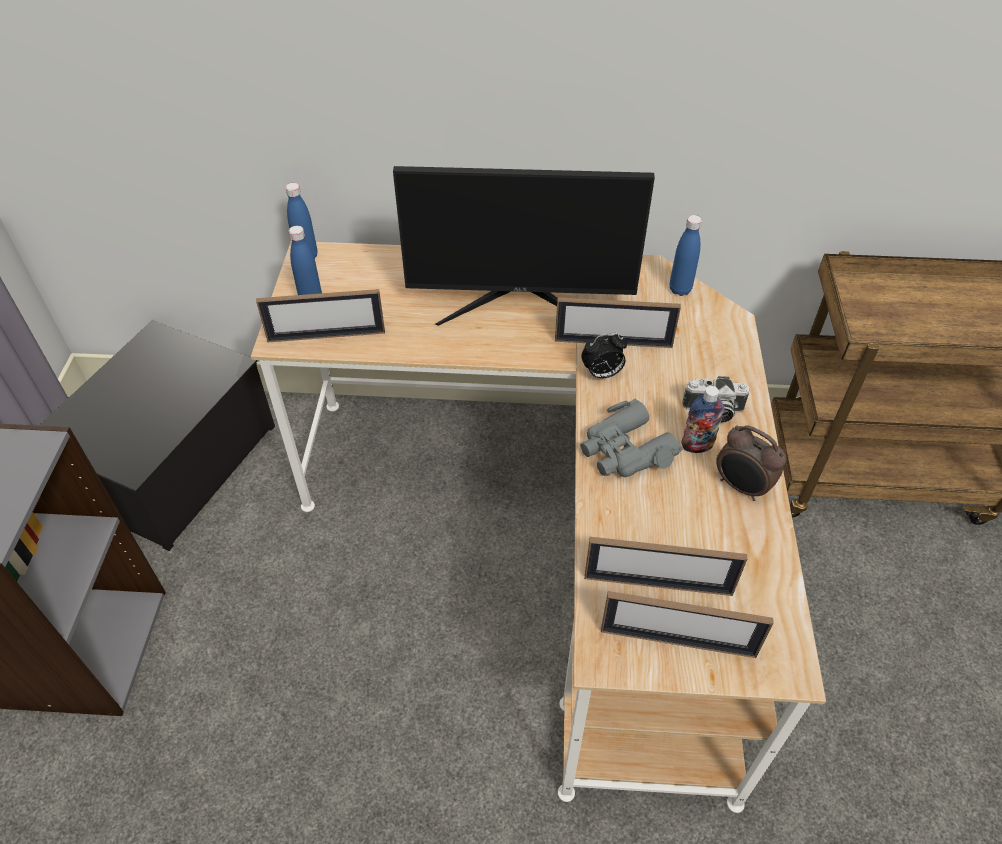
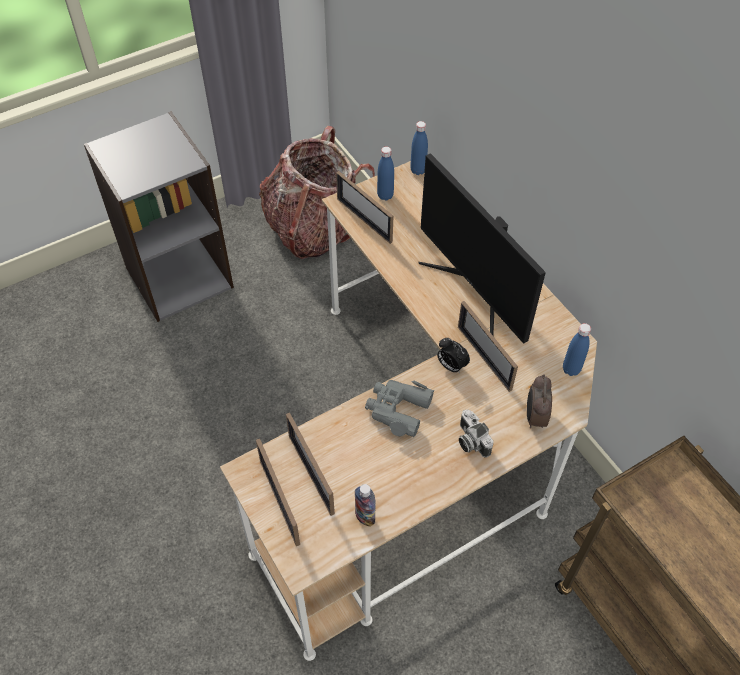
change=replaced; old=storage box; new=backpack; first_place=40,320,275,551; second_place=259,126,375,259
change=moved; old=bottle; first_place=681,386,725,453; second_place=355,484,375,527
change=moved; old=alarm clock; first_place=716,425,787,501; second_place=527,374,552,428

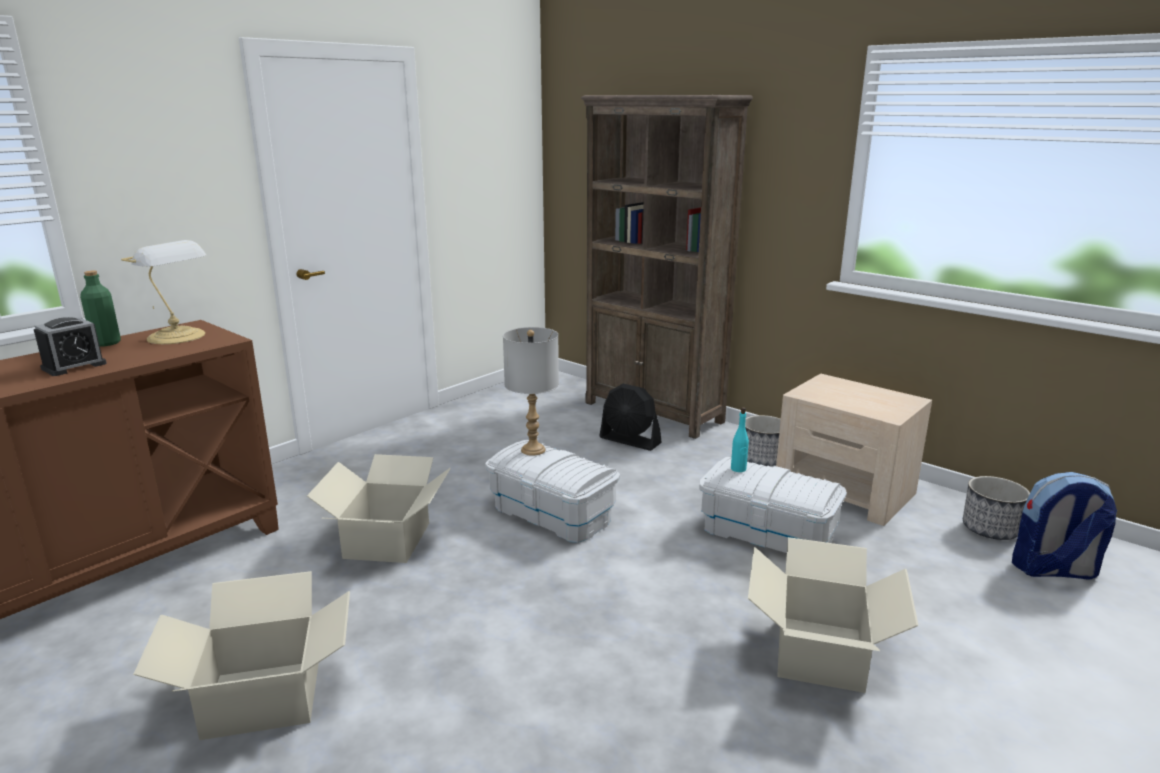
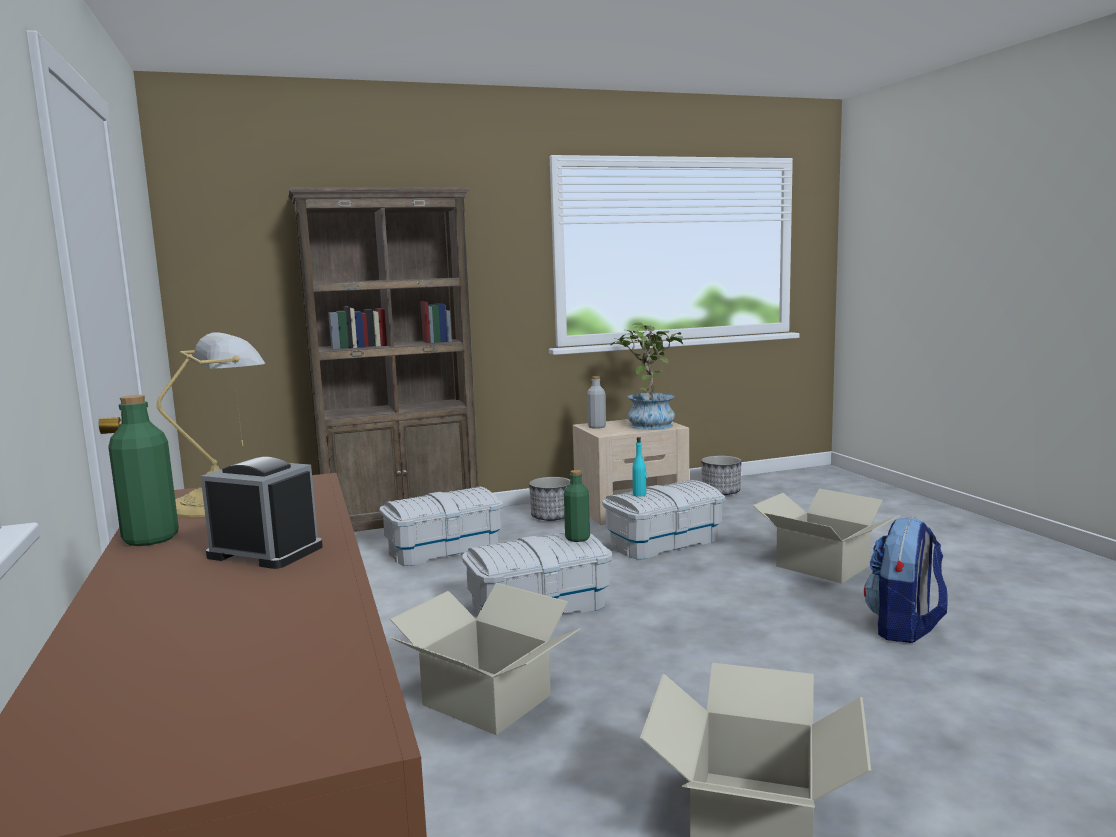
change=turned; old=alarm clock; first_place=34,317,107,376; second_place=201,457,323,569; degrees=-45
change=replaced; old=black fan; new=white storage box; first_place=599,384,662,451; second_place=379,487,503,566
change=added; new=green bottle; second_place=564,470,590,542
change=added; new=grey bottle; second_place=587,376,606,429
change=added; new=potted plant; second_place=610,322,683,430
change=moved; old=backpack; first_place=1012,472,1117,580; second_place=864,517,948,643
change=removed; old=grey table lamp; first_place=503,327,559,456

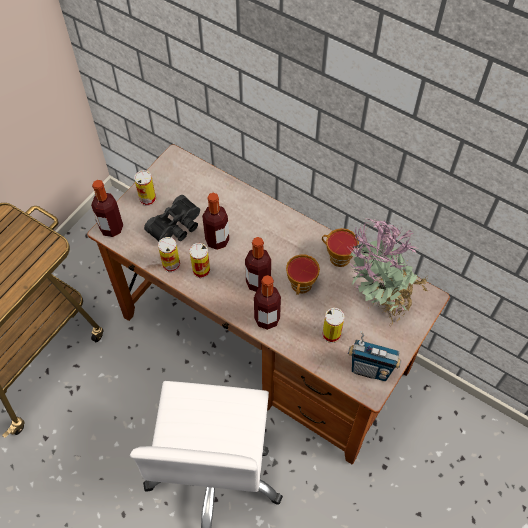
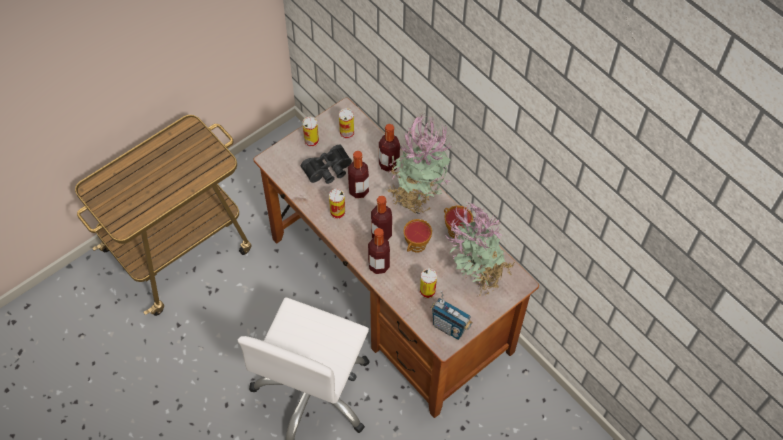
change=moved; old=can; first_place=158,237,180,272; second_place=339,108,354,139
change=moved; old=bottle; first_place=91,180,123,237; second_place=379,124,400,172
change=added; new=potted plant; second_place=386,112,452,215

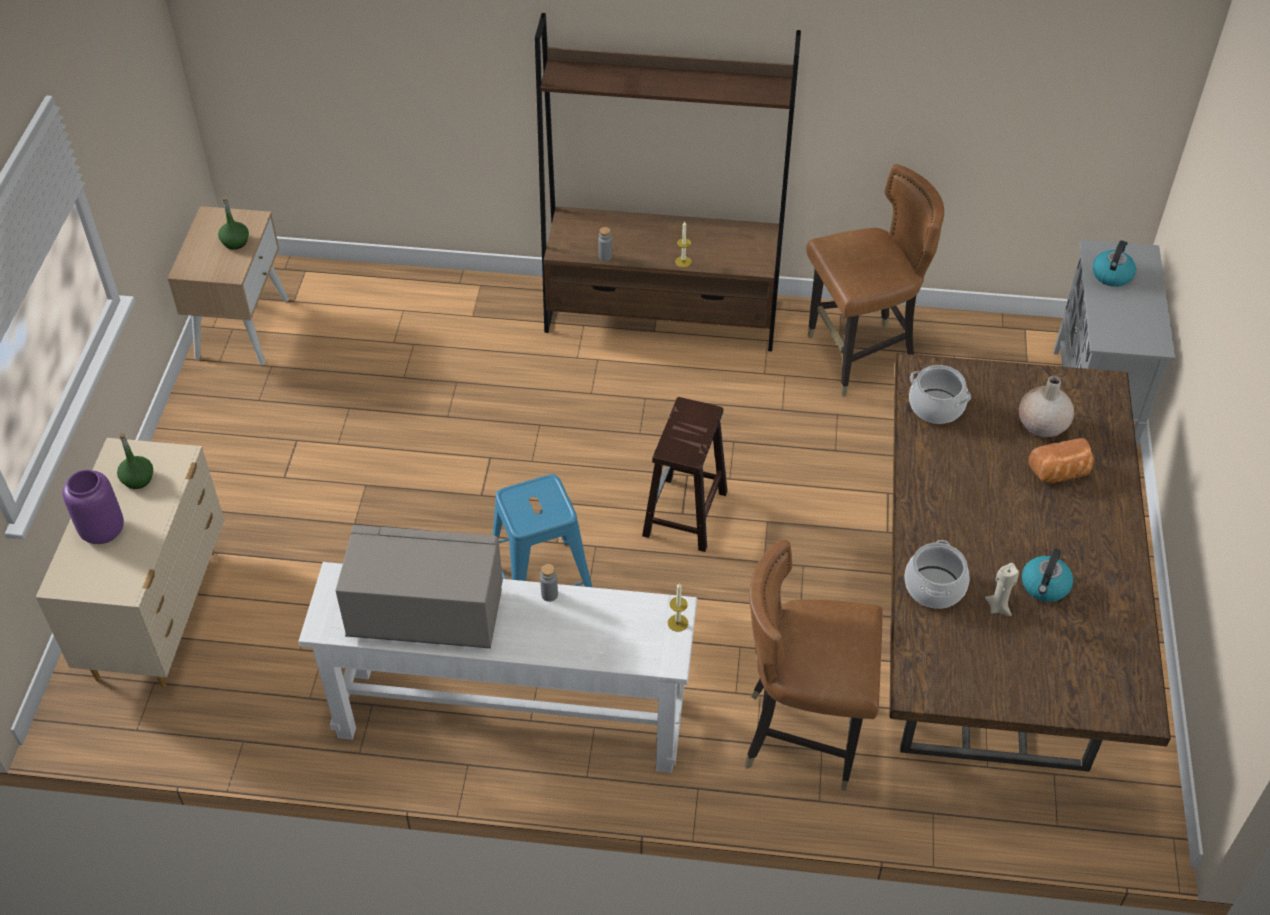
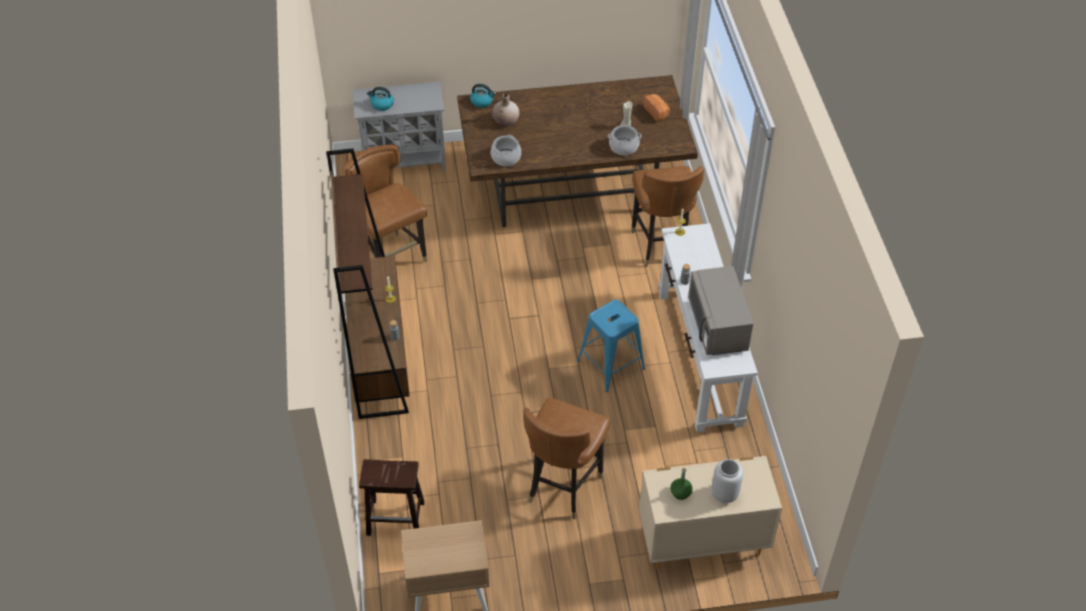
change=moved; old=brown stool; first_place=642,397,727,552; second_place=359,459,425,536
change=moved; old=kettle; first_place=1022,548,1073,602; second_place=470,84,496,108
change=added; new=brown chair; second_place=523,397,610,519
change=moved; old=bread; first_place=1028,438,1094,484; second_place=643,94,670,121
change=recoloured; old=purple vase; new=grey vase; first_place=62,470,124,544; second_place=711,459,743,503
change=removed; old=green bottle; first_place=218,196,249,249

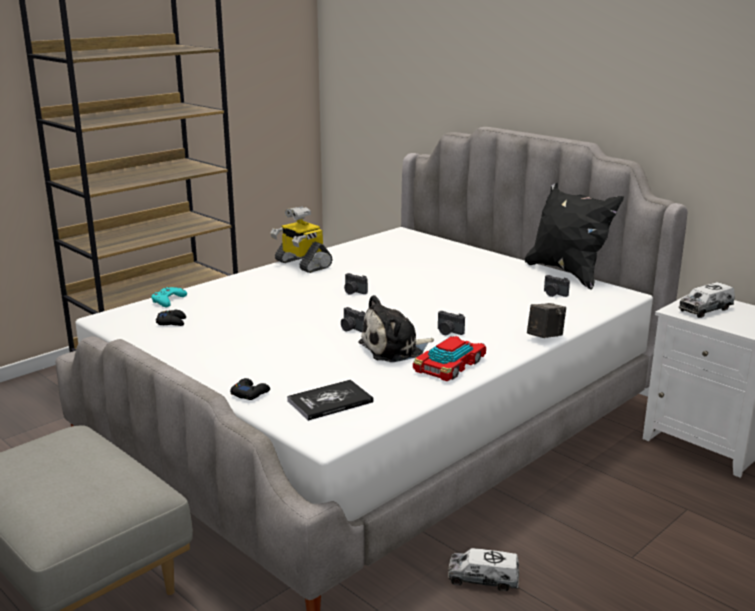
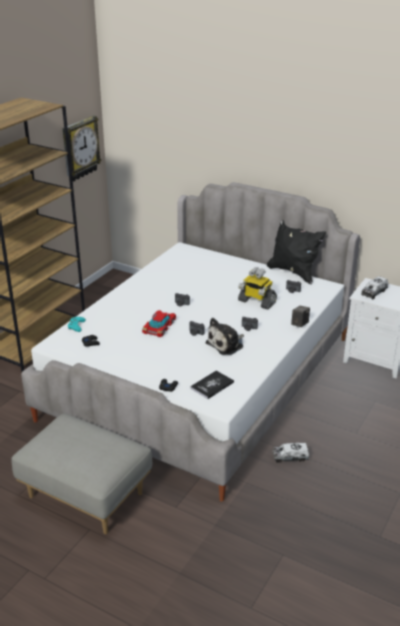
change=added; new=wall clock; second_place=63,115,102,181
change=moved; old=toy car; first_place=413,336,486,382; second_place=142,310,176,337
change=moved; old=toy robot; first_place=270,206,332,273; second_place=238,267,277,310

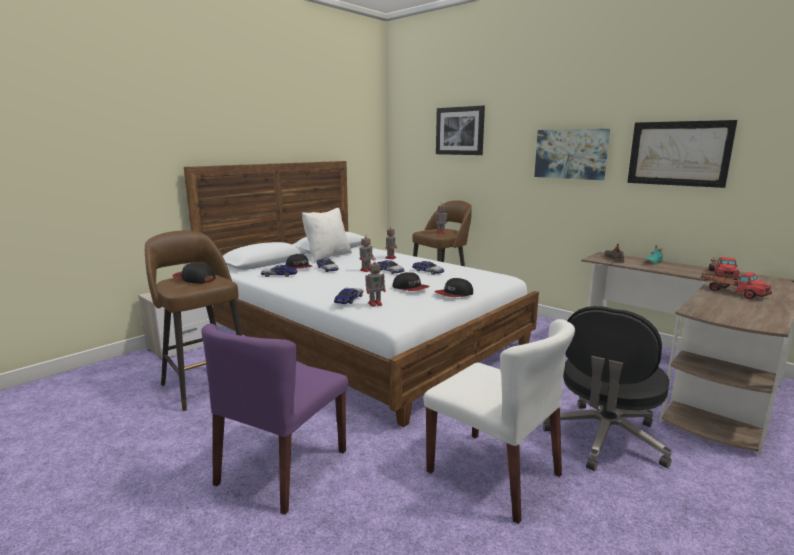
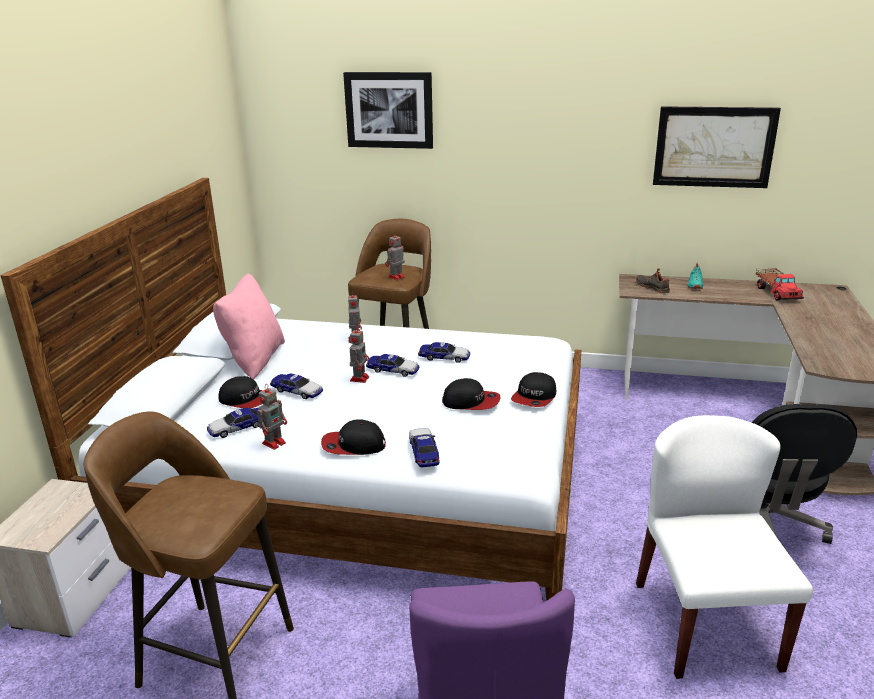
change=recoloured; old=white pillow; new=pink pillow; first_place=302,208,352,262; second_place=213,274,285,379
change=moved; old=toy robot; first_place=365,259,386,307; second_place=257,384,287,450
change=moved; old=cap; first_place=172,262,216,284; second_place=321,419,386,455
change=turned; old=white chair; first_place=424,319,575,524; second_place=636,415,813,679; degrees=-105
change=removed; old=picture; first_place=534,129,610,180
change=removed; old=toy truck; first_place=700,271,772,299

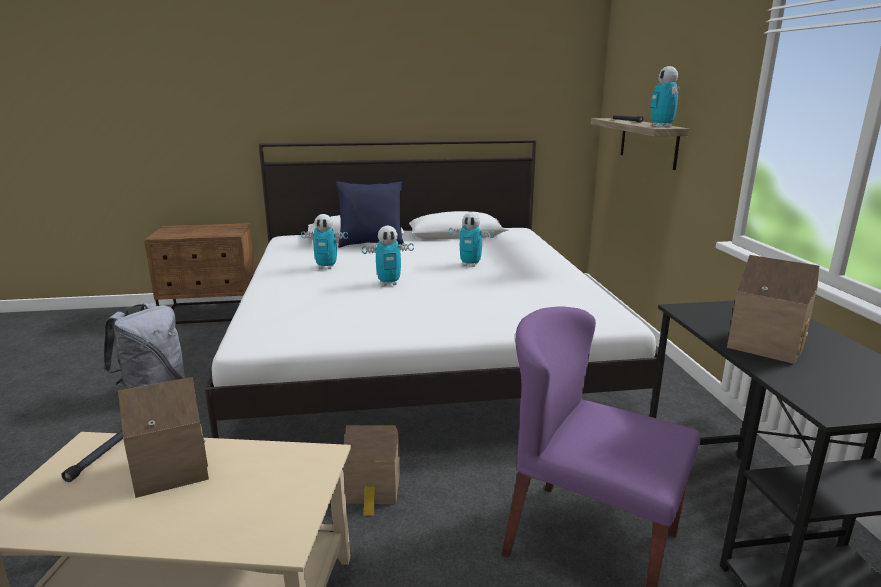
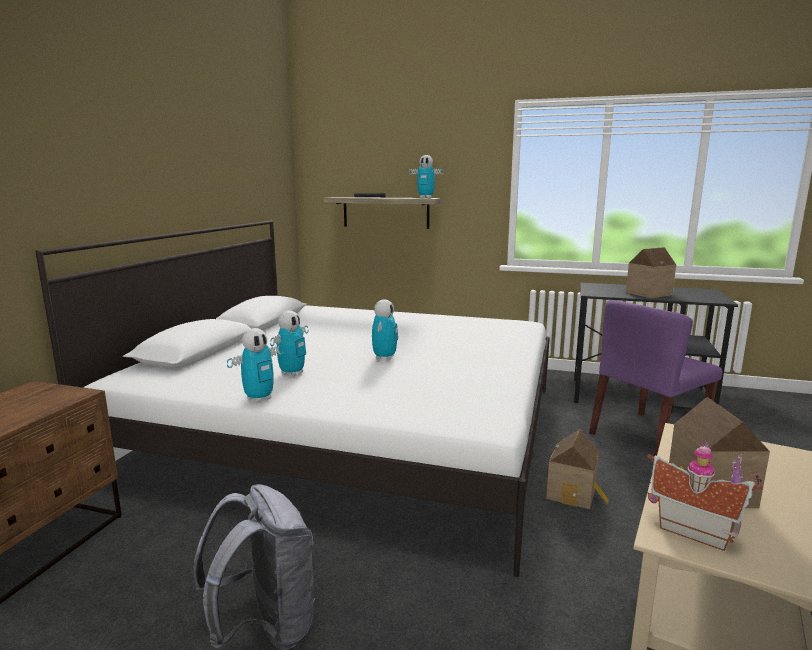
change=moved; old=toy robot; first_place=449,212,494,267; second_place=227,328,284,403
change=replaced; old=black flashlight; new=toy house; first_place=62,430,123,482; second_place=647,440,763,551
change=removed; old=blue pillow; first_place=336,181,405,248

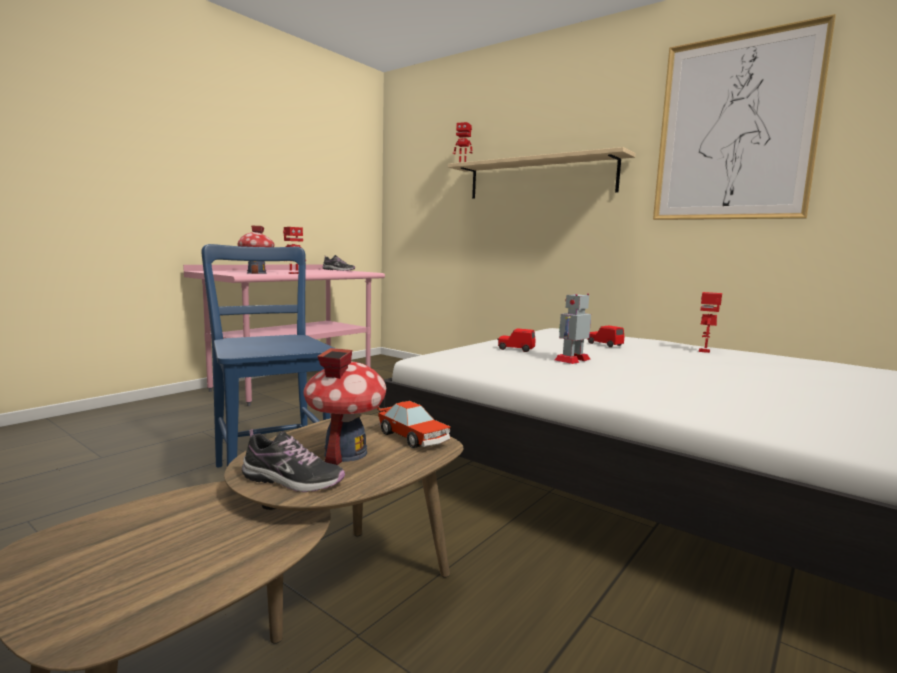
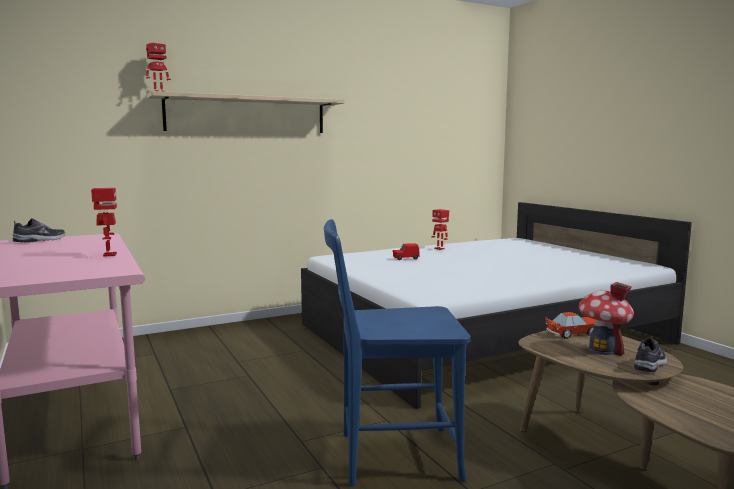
change=removed; old=toy house; first_place=237,225,275,274
change=removed; old=red toy car; first_place=498,328,536,352
change=removed; old=toy robot; first_place=555,293,591,364
change=removed; old=picture; first_place=653,14,836,220

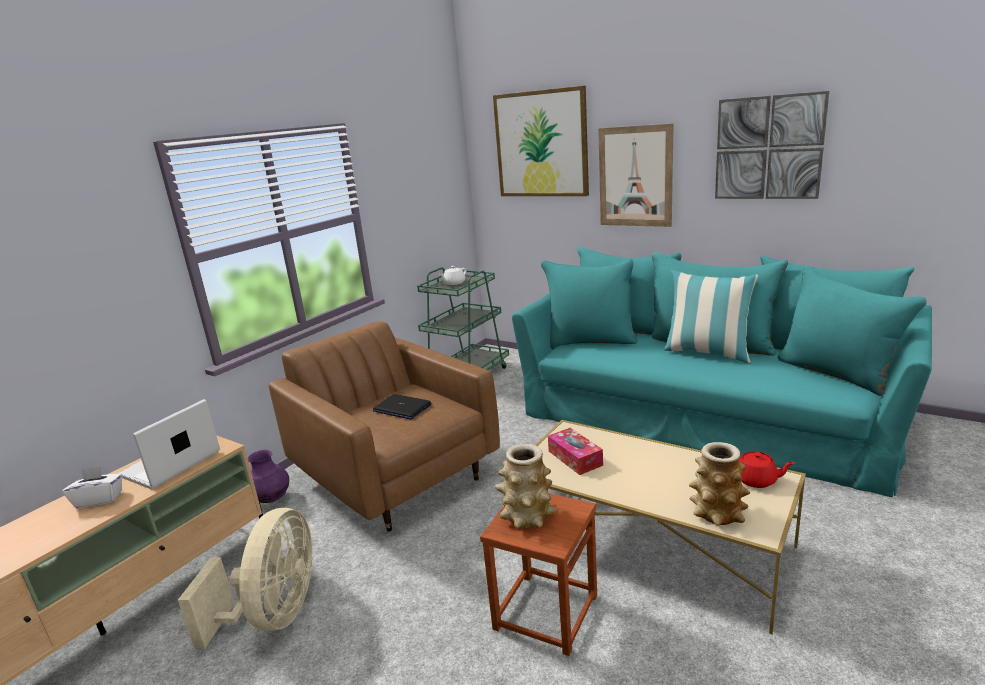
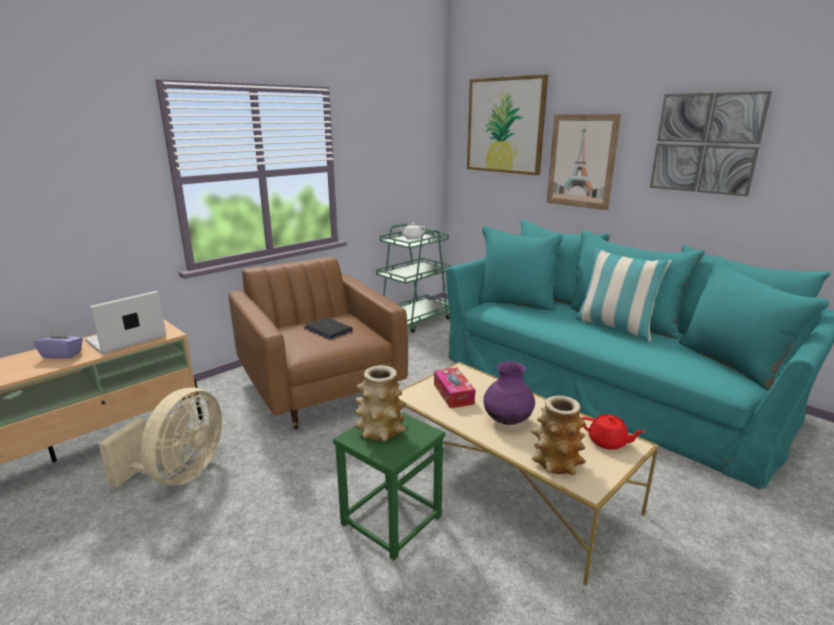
change=recoloured; old=white tissue box; new=purple tissue box; first_place=62,466,123,508; second_place=34,328,83,359
change=recoloured; old=brown stool; new=green stool; first_place=480,493,597,656; second_place=333,412,445,561
change=moved; old=purple vase; first_place=248,450,289,503; second_place=483,361,535,425

